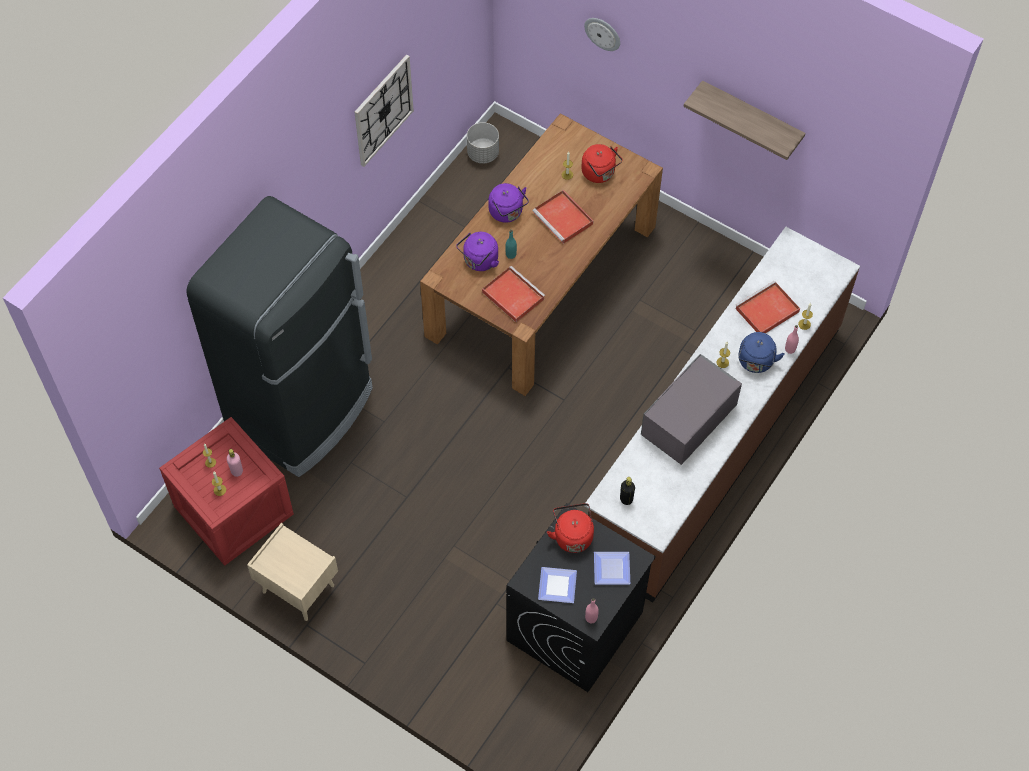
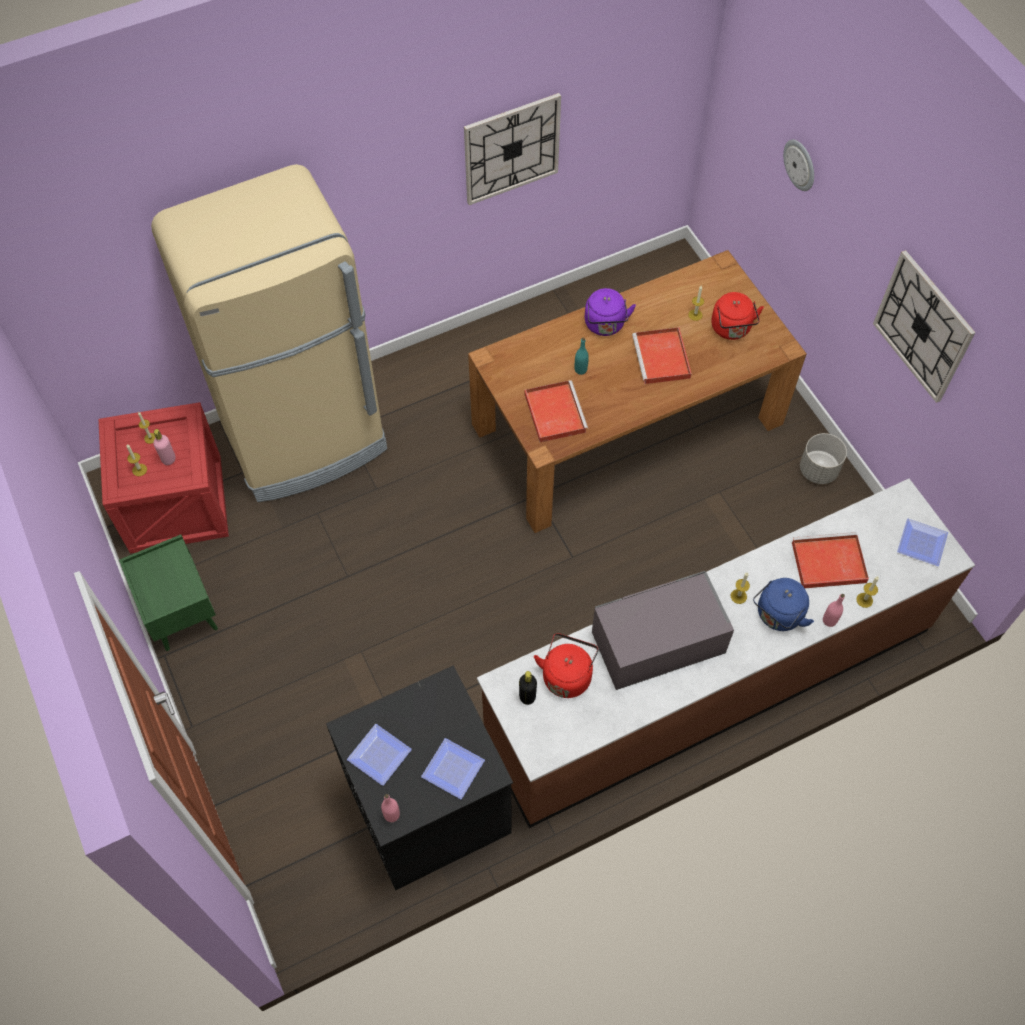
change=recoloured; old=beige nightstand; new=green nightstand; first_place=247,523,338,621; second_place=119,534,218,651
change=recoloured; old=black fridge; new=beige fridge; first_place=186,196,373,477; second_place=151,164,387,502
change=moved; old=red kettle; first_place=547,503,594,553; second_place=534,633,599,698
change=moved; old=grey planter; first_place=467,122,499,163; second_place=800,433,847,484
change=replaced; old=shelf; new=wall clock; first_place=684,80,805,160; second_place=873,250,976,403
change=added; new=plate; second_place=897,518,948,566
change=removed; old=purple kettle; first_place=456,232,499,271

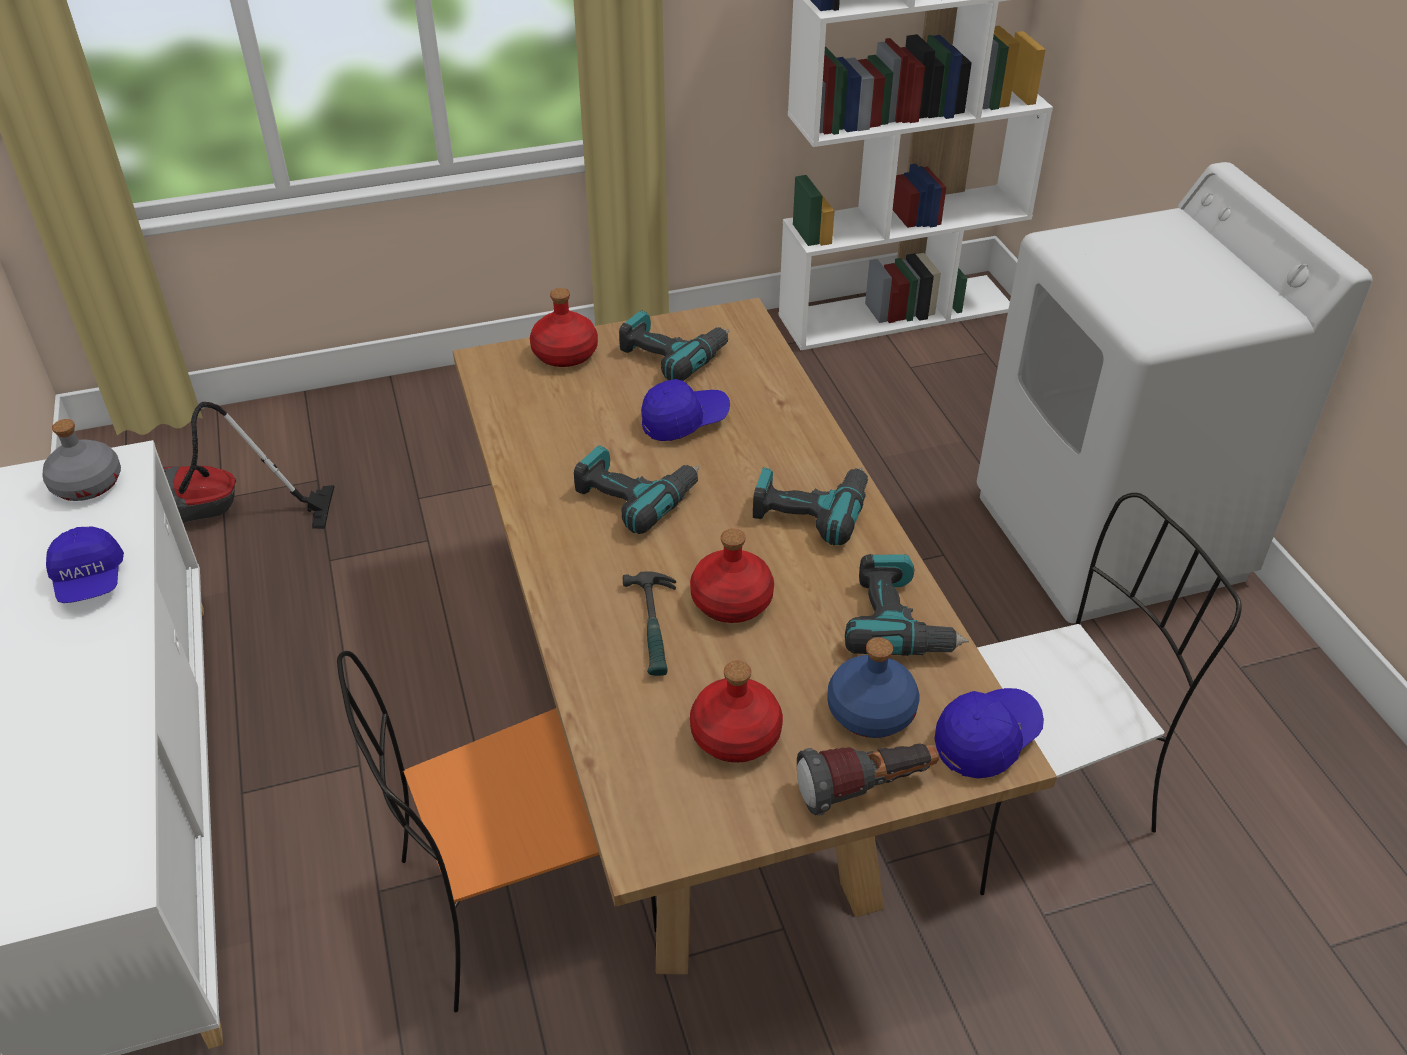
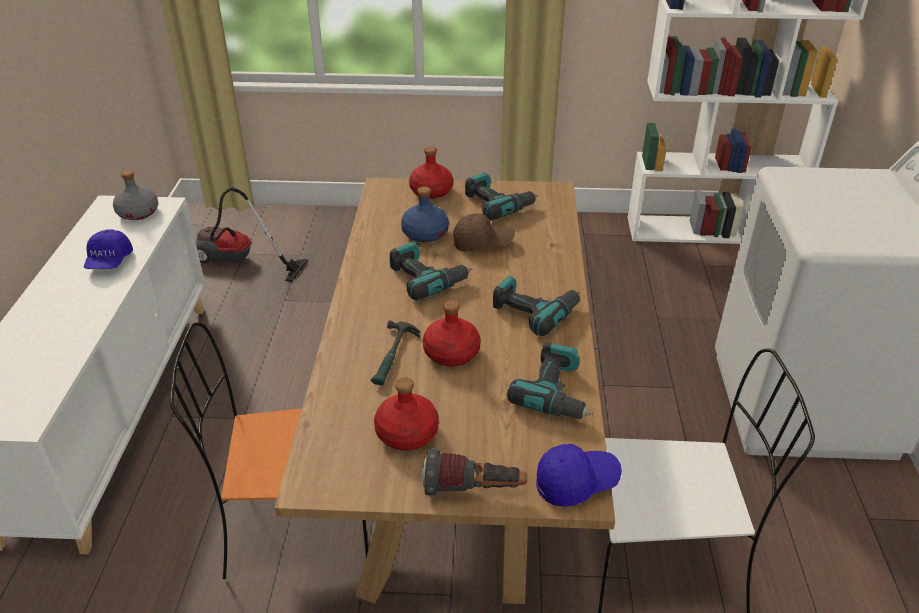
change=moved; old=blue bottle; first_place=827,637,919,738; second_place=401,186,449,242
change=recoloured; old=blue cap; new=brown cap; first_place=641,379,730,441; second_place=453,214,515,252

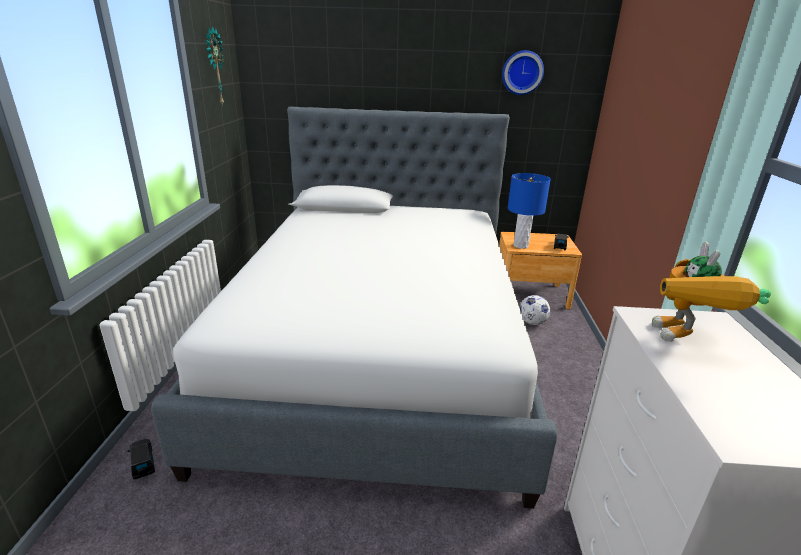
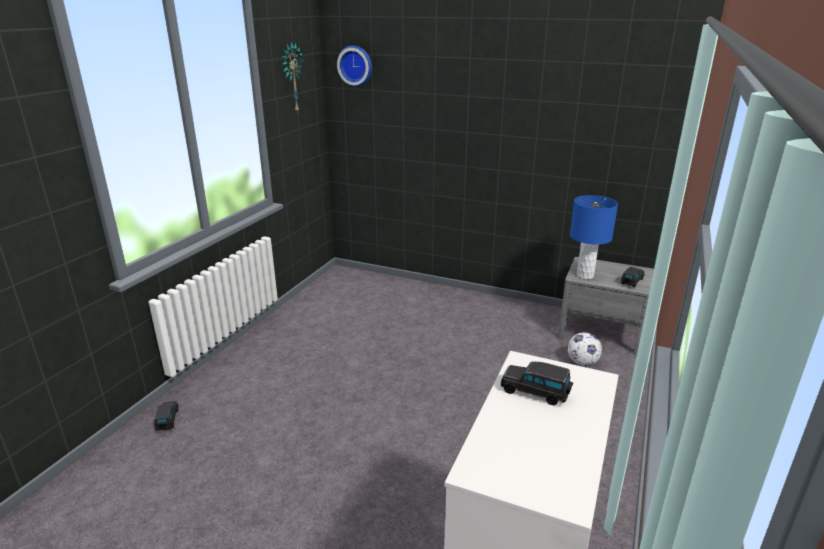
change=moved; old=wall clock; first_place=502,50,544,95; second_place=337,45,372,87
change=replaced; old=toy robot; new=black toy car; first_place=652,242,771,342; second_place=501,361,573,405
change=recoloured; old=brown nightstand; new=grey nightstand; first_place=499,232,582,310; second_place=558,257,654,355
change=removed; old=bed; first_place=151,107,558,509

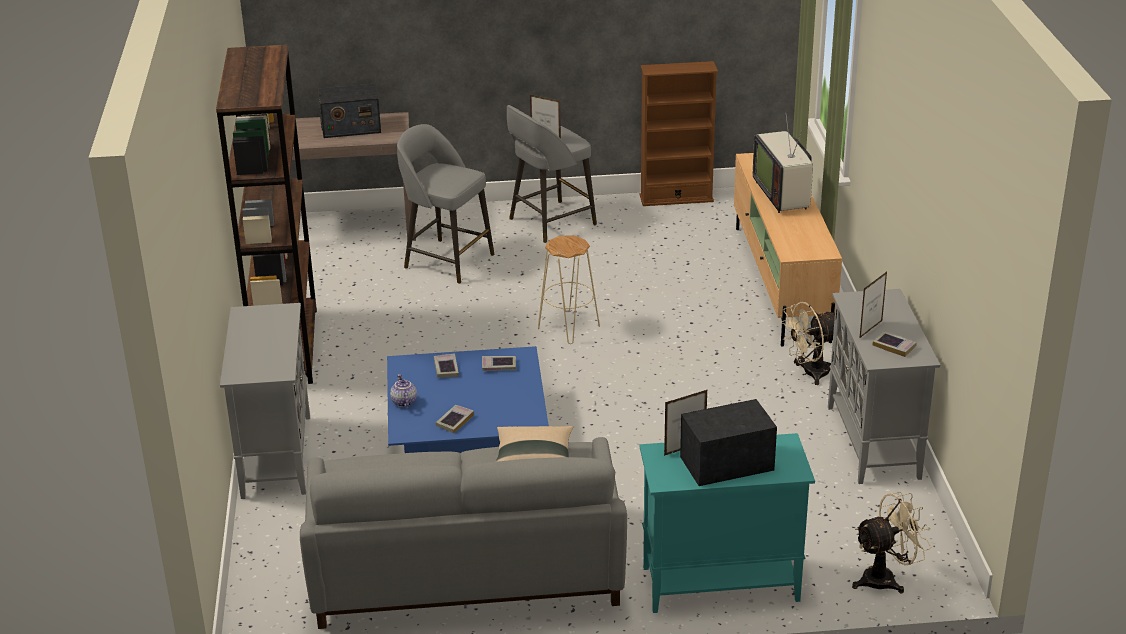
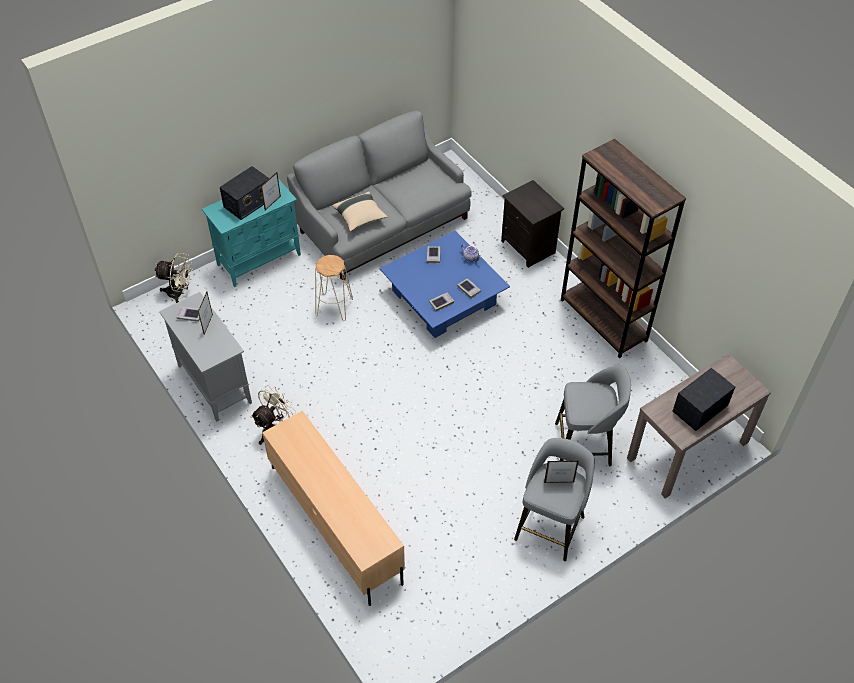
change=turned; old=beige fan; first_place=852,492,931,593; second_place=154,253,193,303; degrees=-120
change=moved; old=beige stool; first_place=538,235,600,344; second_place=315,255,353,321
change=replaced; old=grey cabinet; new=black nightstand; first_place=220,303,310,499; second_place=501,180,564,268
change=removed; old=brown bookcase; first_place=640,61,718,206
change=removed; old=television; first_place=753,116,813,213

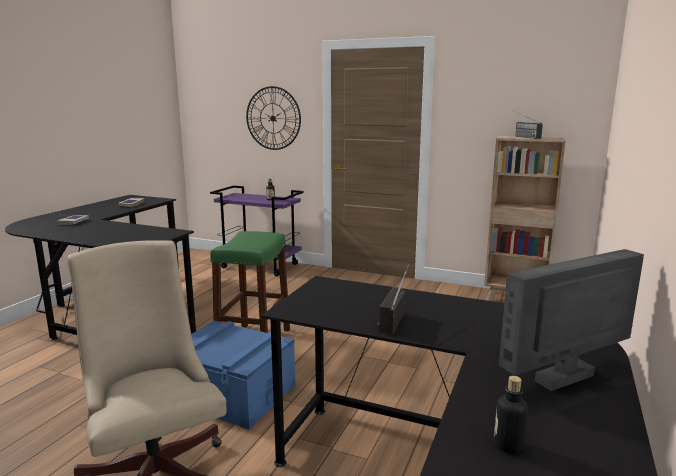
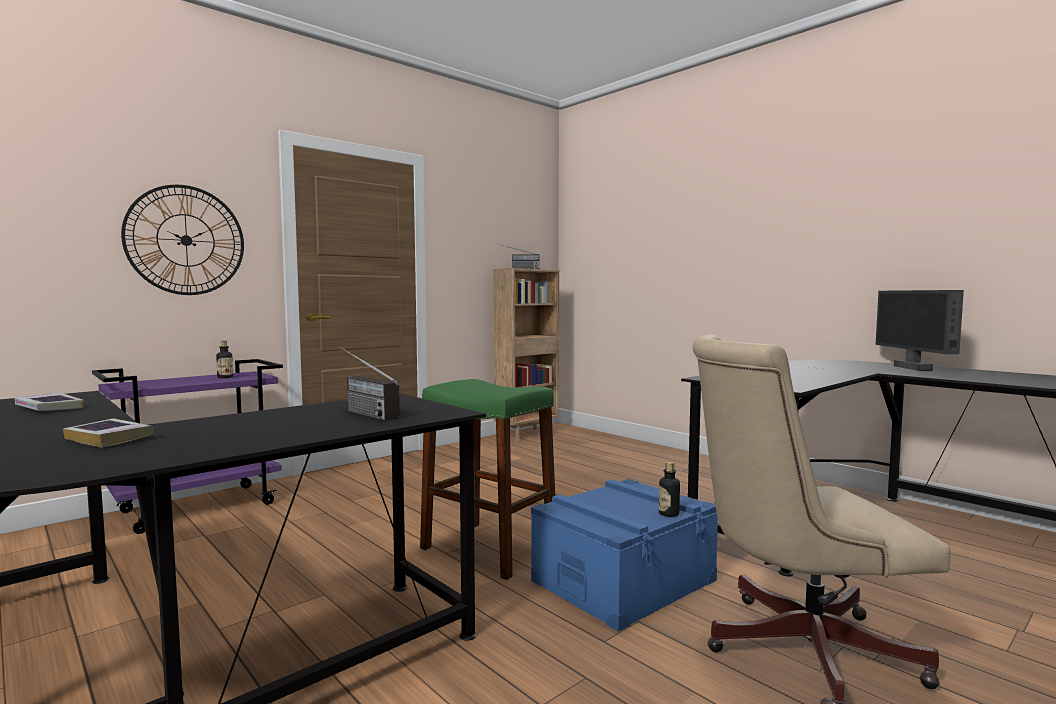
change=moved; old=radio; first_place=377,261,410,335; second_place=340,347,400,421
change=moved; old=bottle; first_place=494,376,528,454; second_place=659,462,680,517

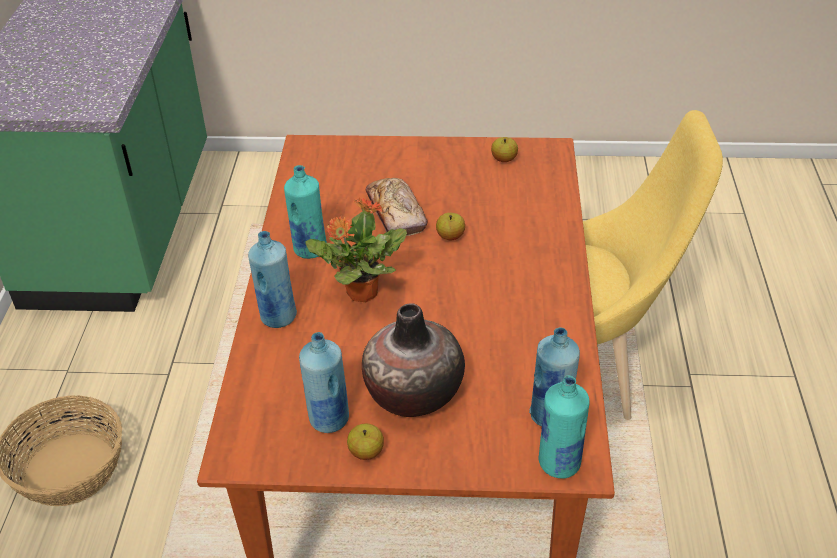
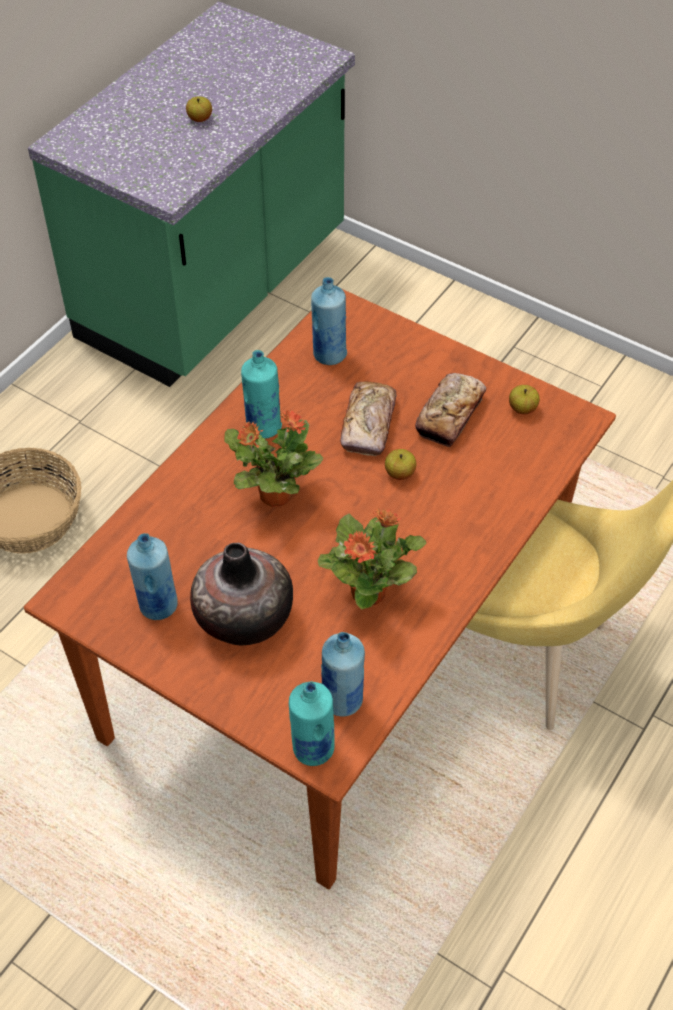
change=moved; old=apple; first_place=347,424,384,460; second_place=186,96,212,122
change=moved; old=blue bottle; first_place=248,231,297,328; second_place=311,277,347,365
change=added; new=potted plant; second_place=318,508,426,610
change=added; new=bread; second_place=415,373,486,447

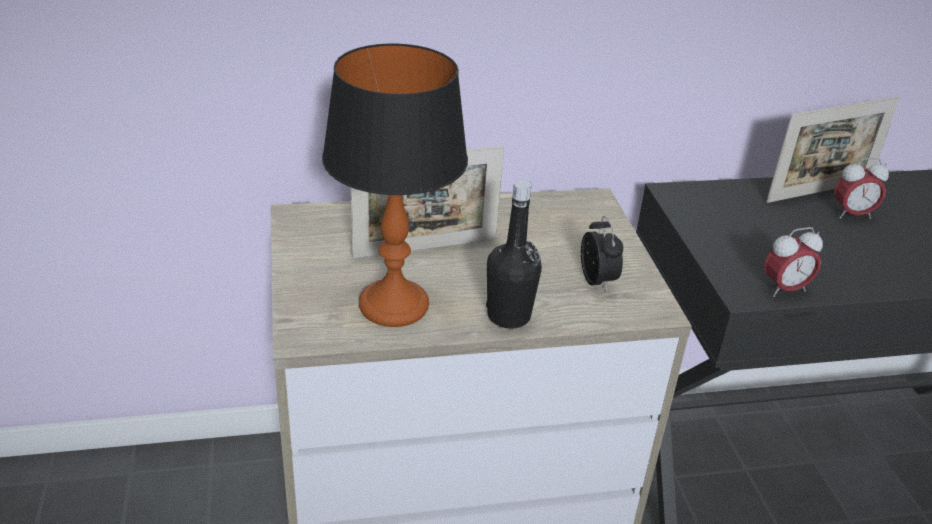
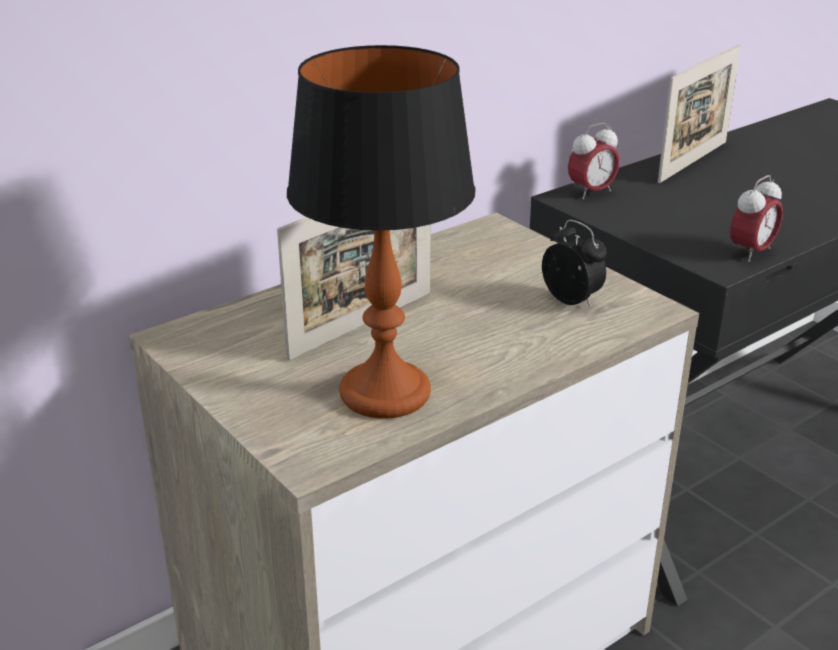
change=moved; old=alarm clock; first_place=834,158,889,219; second_place=568,123,620,199
change=removed; old=black bottle; first_place=486,180,542,329

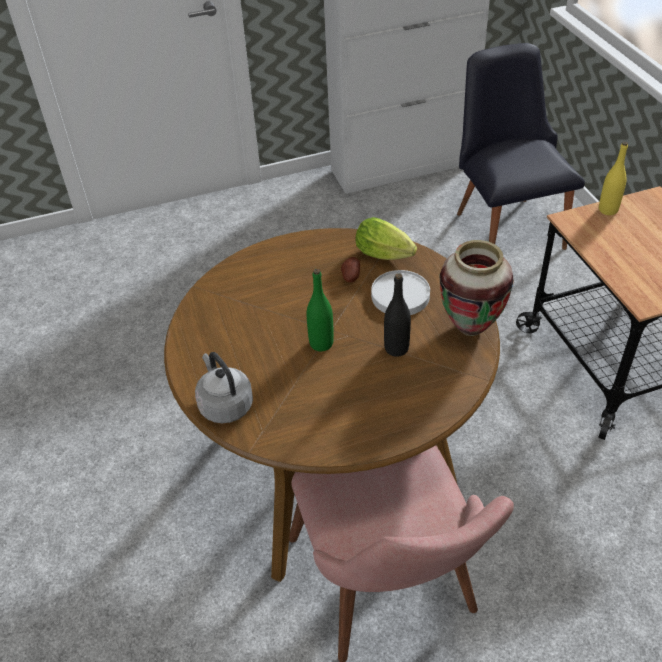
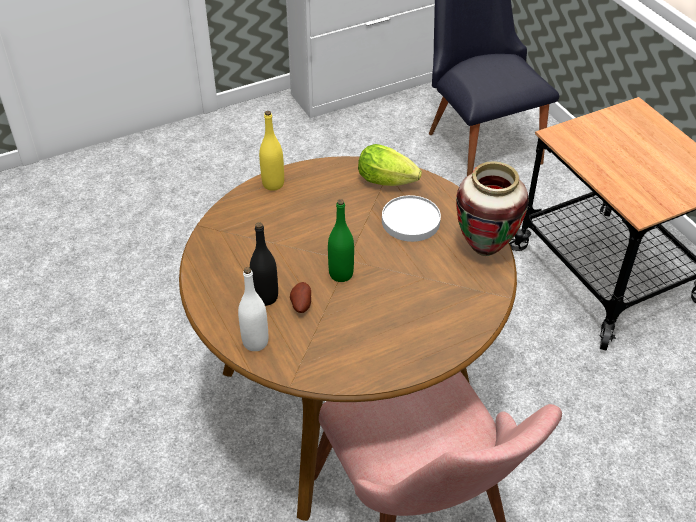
change=replaced; old=grey kettle; new=white bottle; first_place=195,352,253,423; second_place=238,267,268,351
change=moved; old=black bottle; first_place=384,273,411,357; second_place=250,223,278,306
change=moved; old=yellow bottle; first_place=599,142,628,215; second_place=259,111,284,191
change=moved; old=potato; first_place=341,257,360,282; second_place=290,282,311,313

